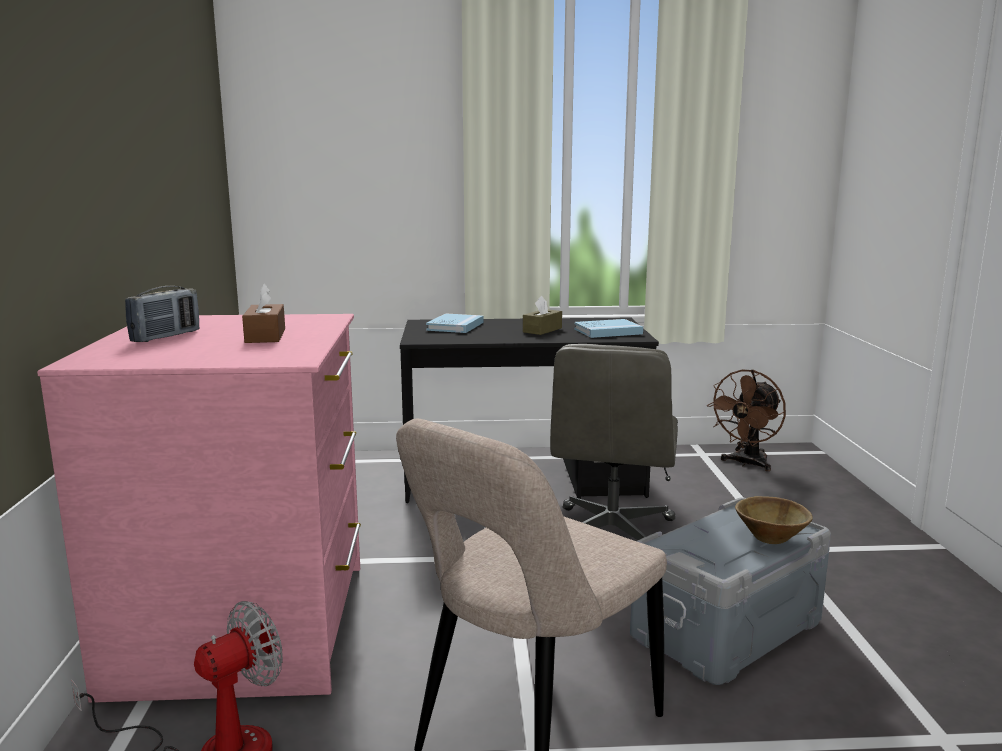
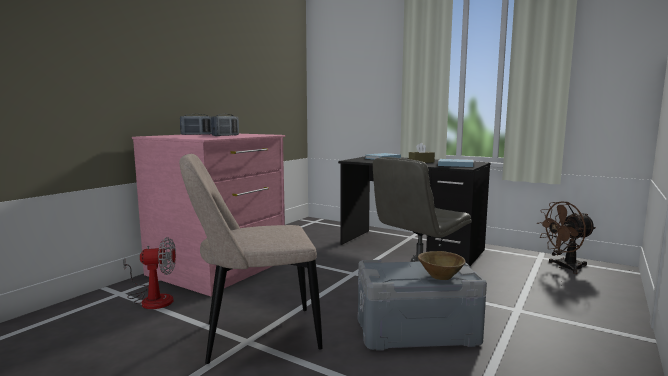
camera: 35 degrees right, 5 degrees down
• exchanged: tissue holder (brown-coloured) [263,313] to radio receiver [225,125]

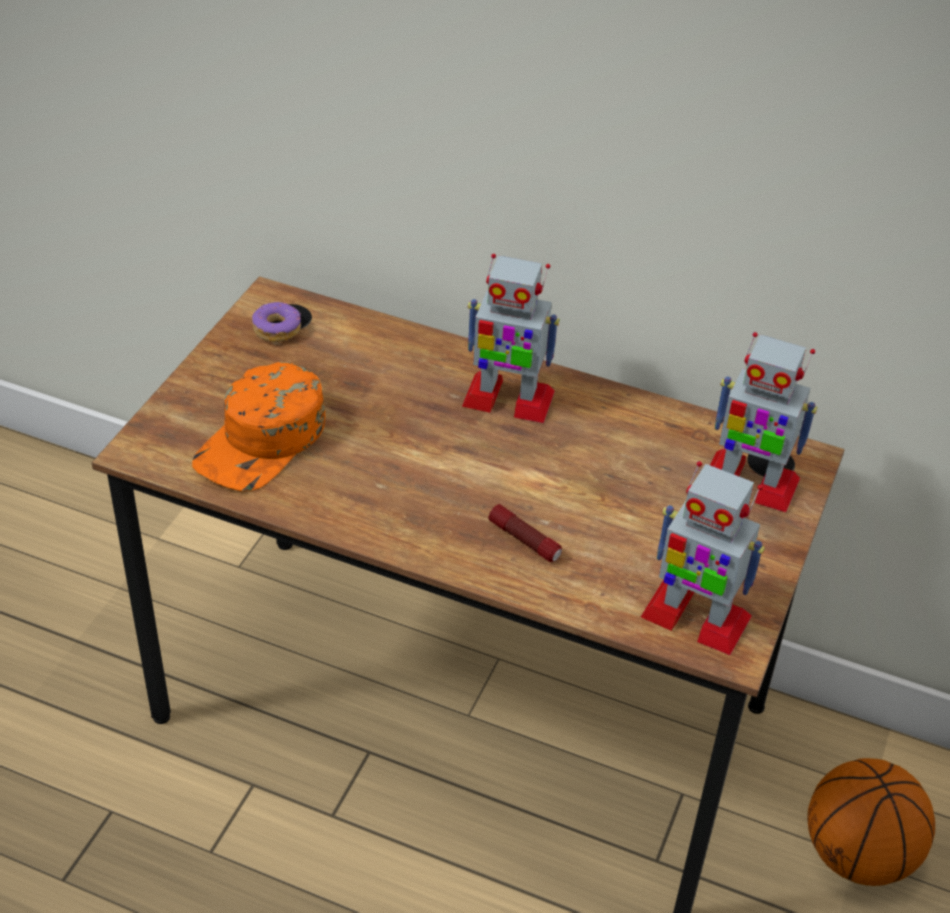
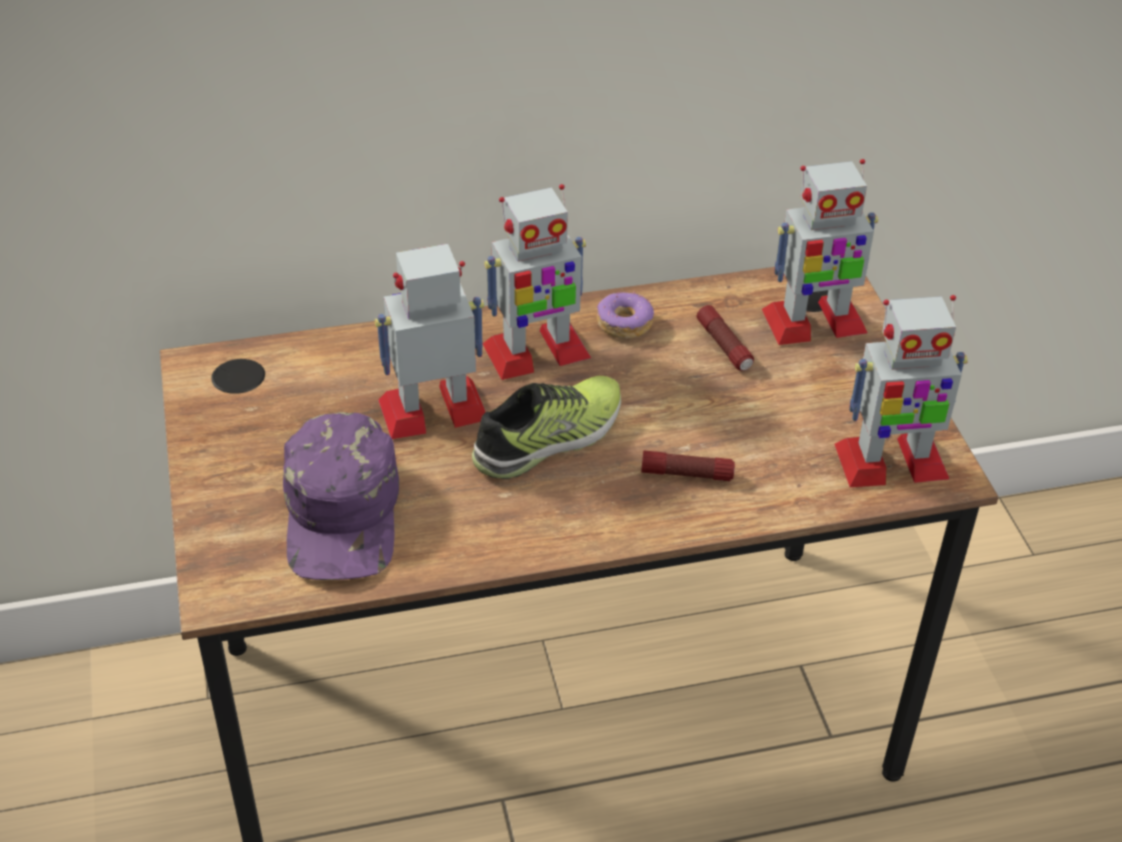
camera: 35 degrees left, 0 degrees up
• relocated: ring doughnut [276,322] to [625,315]
• colour: baseball cap (orangey) [258,426] to baseball cap (purplish) [341,496]
• missing: basketball ball [871,822]
• appeared: model robot [430,341]
• appeared: hand torch [725,338]
• appeared: item of footwear [546,427]

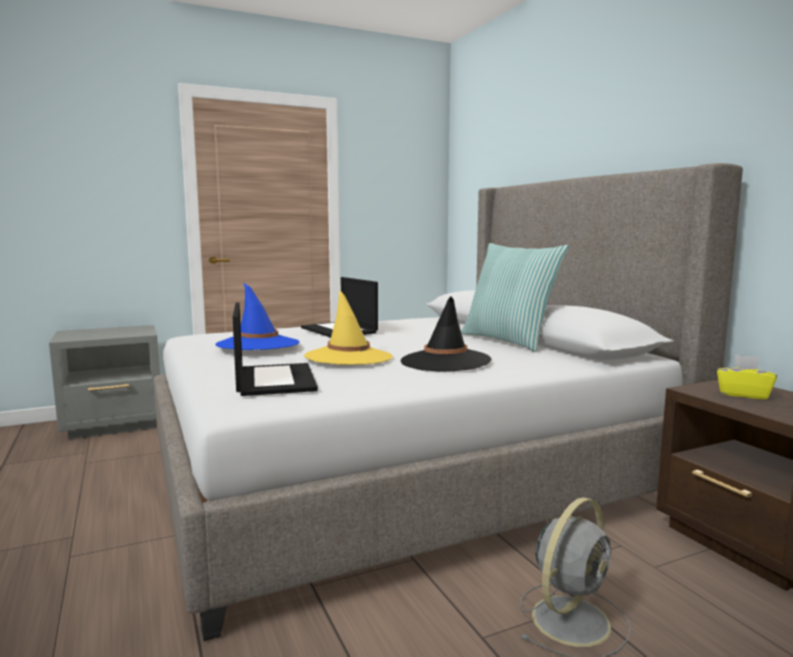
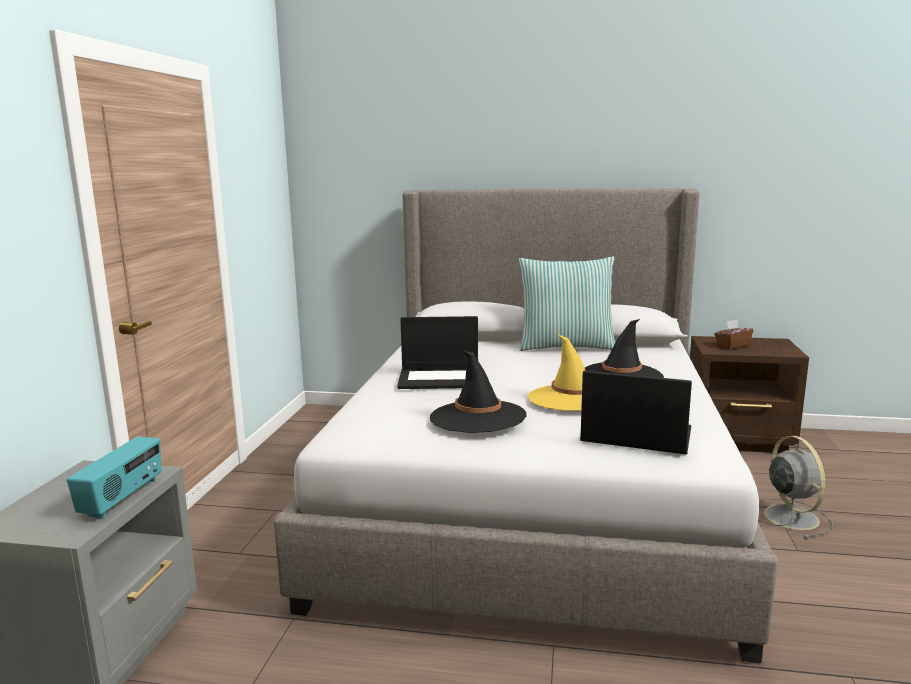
camera: 55 degrees left, 5 degrees up
• colour: clothing hat (bluish) [257,316] to clothing hat (black) [478,391]
• colour: tissue holder (yellowish) [747,377] to tissue holder (brown-coloured) [733,334]
• appeared: radio receiver [114,478]

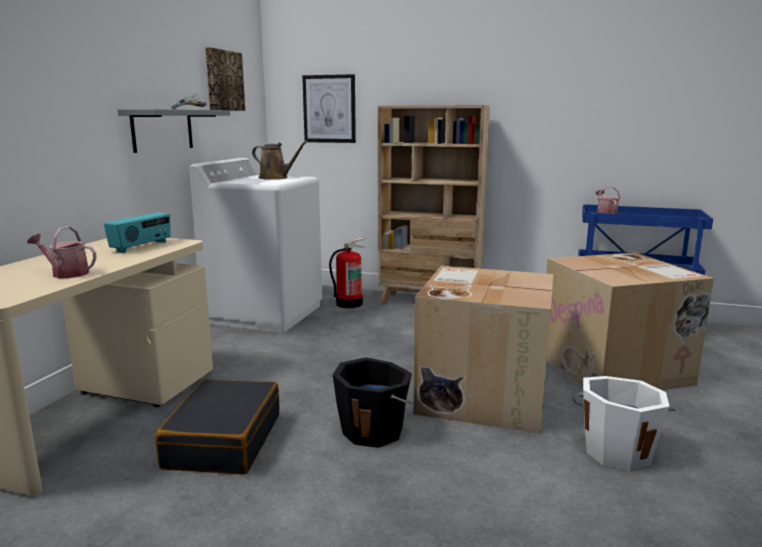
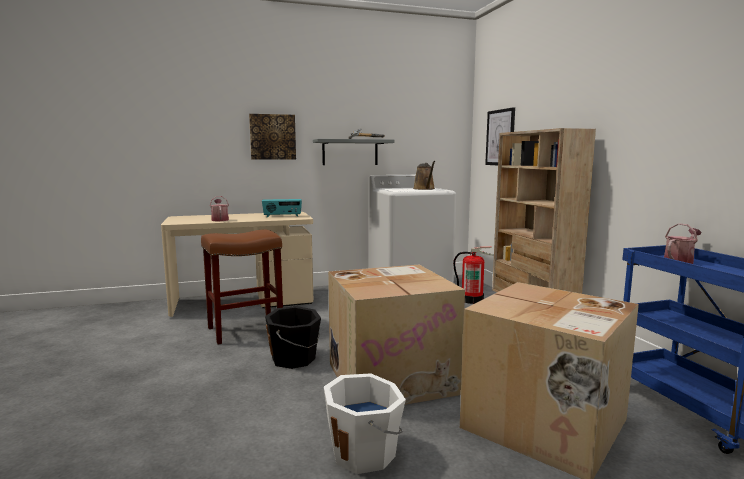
camera: 55 degrees right, 5 degrees down
• relocated: wall art [225,79] to [272,137]
• exchanged: piece of luggage (black) [218,427] to sitting stool (brown-coloured) [242,287]

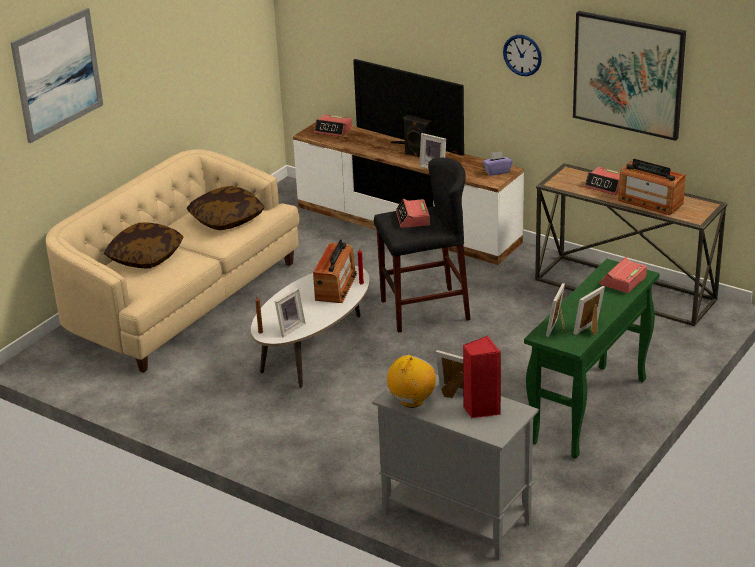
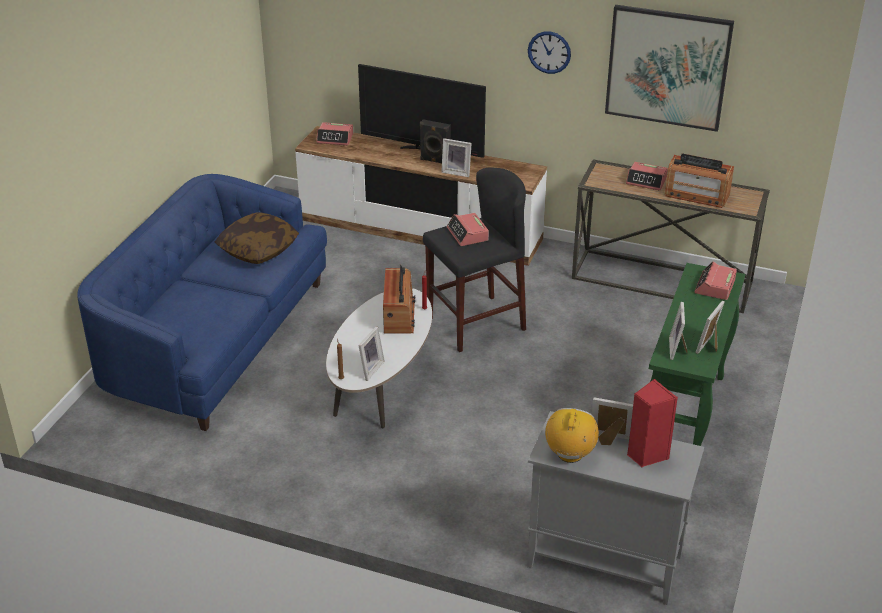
camera: 15 degrees left, 5 degrees up
• missing: wall art [56,75]
• colour: settee (beige) [172,261] to settee (bluish) [202,302]
• missing: tissue holder (purplish) [498,163]
• missing: throw pillow [143,245]

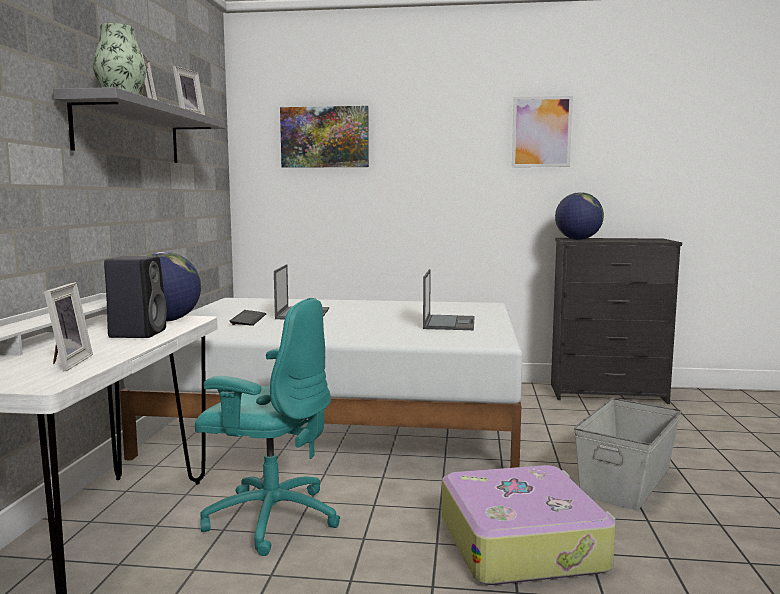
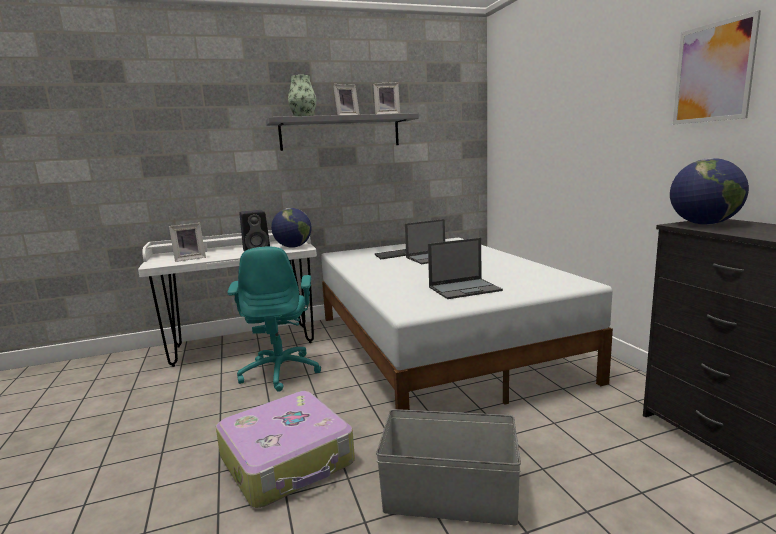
camera: 65 degrees right, 5 degrees up
• missing: wall art [324,137]

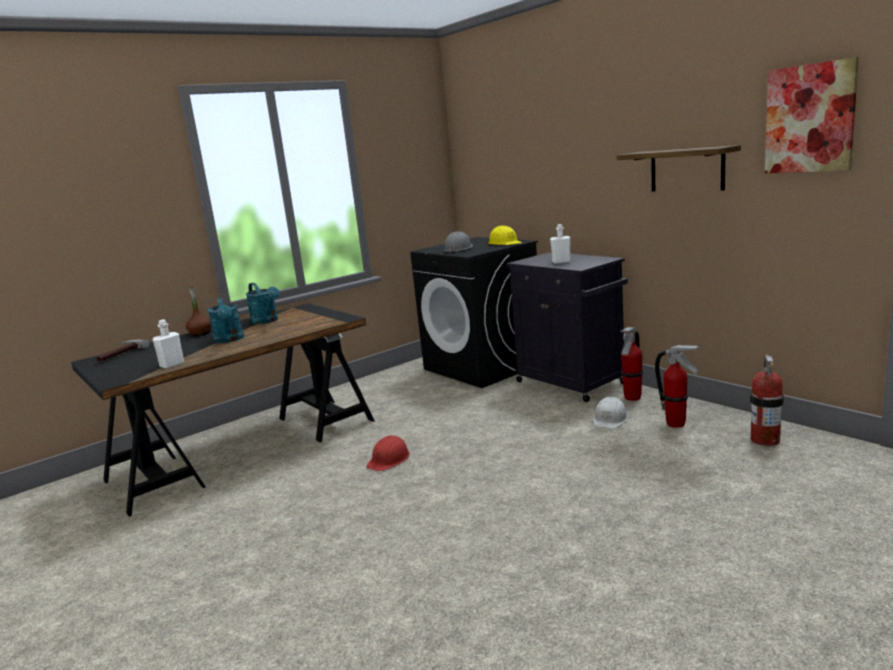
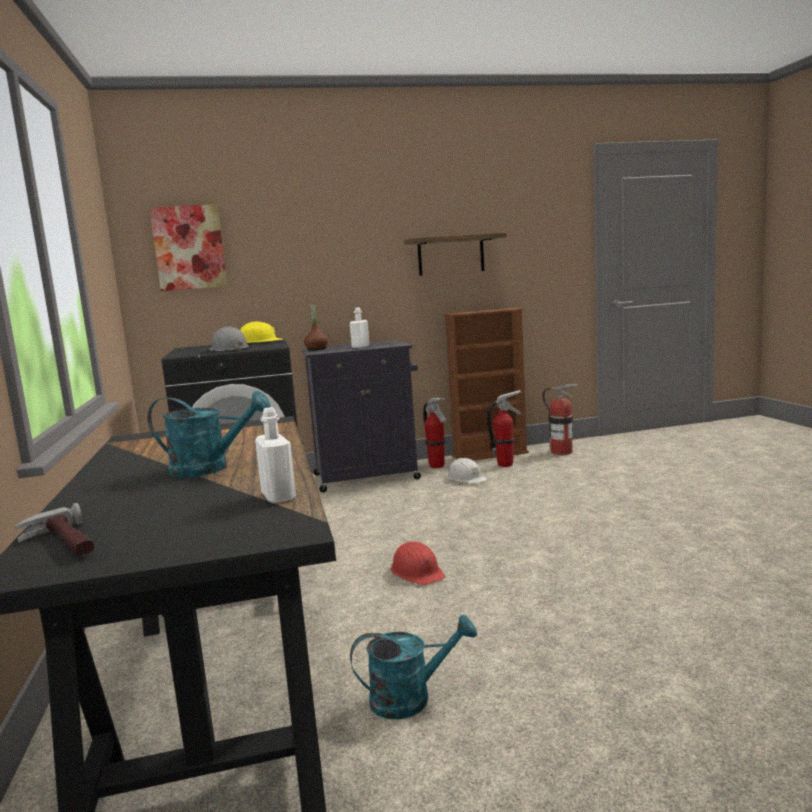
camera: 65 degrees left, 5 degrees down
• relocated: wall art [812,115] to [188,247]
• relocated: watering can (turquoise-coloured) [263,303] to [413,667]
• relocated: beverage bottle (brown-coloured) [198,311] to [316,327]
• appeared: shelving unit (brown-coloured) [486,384]

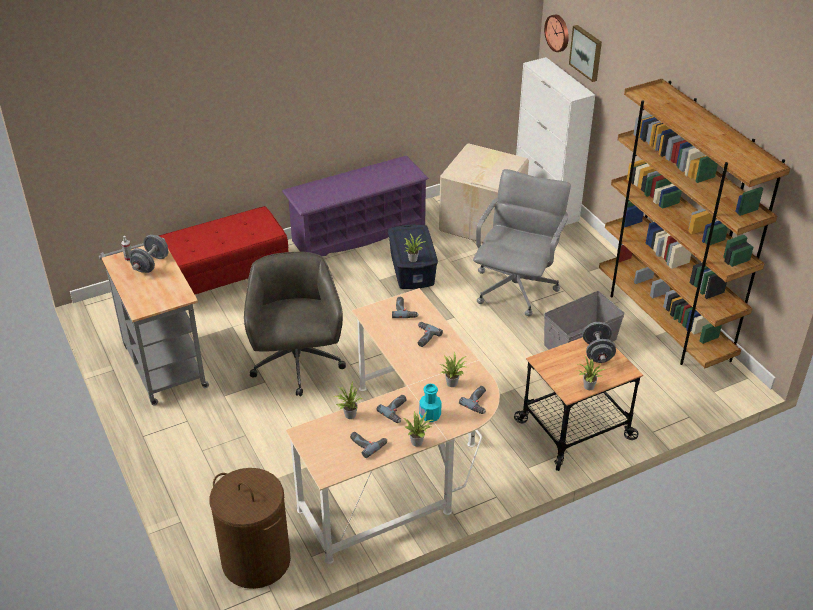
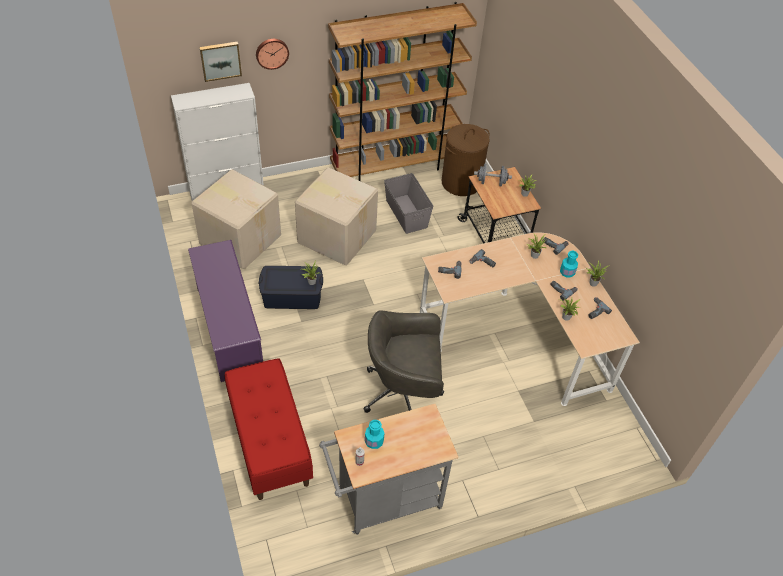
camera: 85 degrees left, 10 degrees up
• relocated: hanging clock [556,33] to [272,54]
• exchanged: office chair (grey) [522,243] to packing box [336,216]
• exchanged: dumbbell (grey) [148,254] to beverage bottle (turquoise-coloured) [374,434]
• relocated: laundry basket (brown-coloured) [250,528] to [466,160]

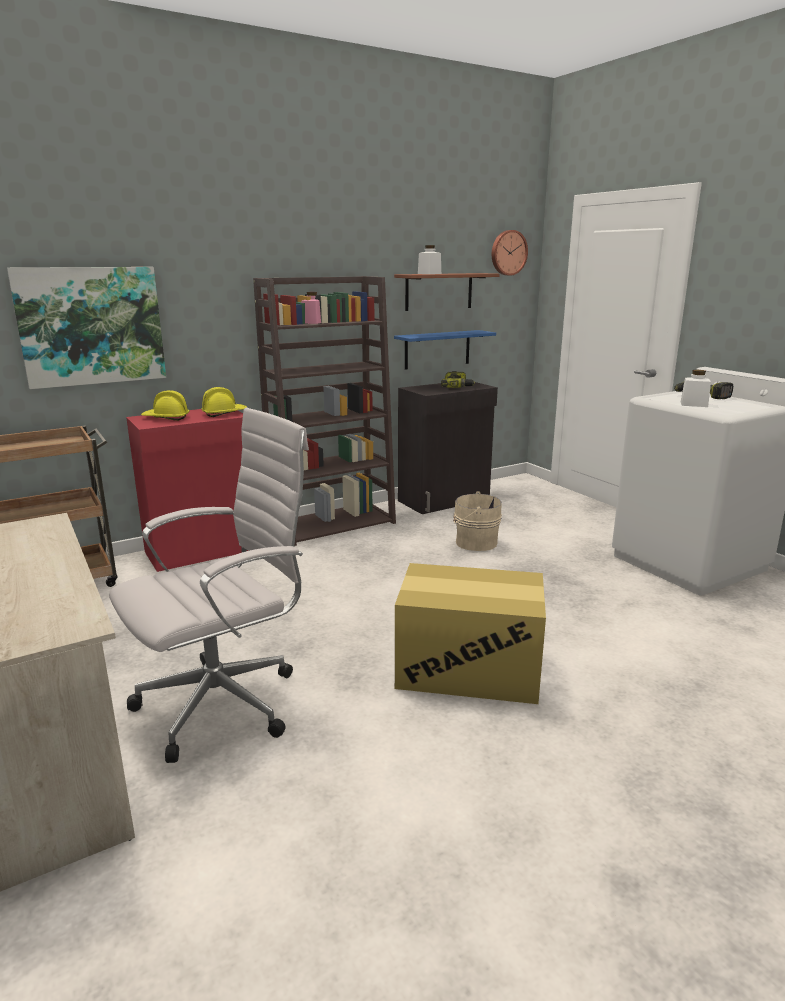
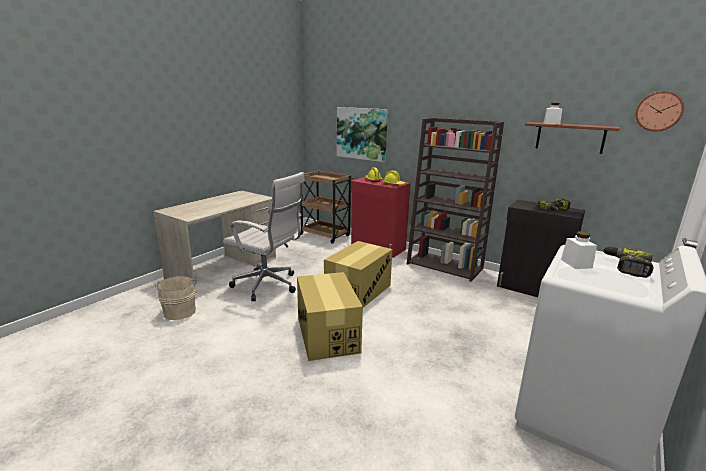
camera: 65 degrees right, 0 degrees up
• missing: bracket shelf (bluish) [445,350]
• relocated: water bucket (beige) [477,521] to [175,298]
• appeared: packing box [358,274]

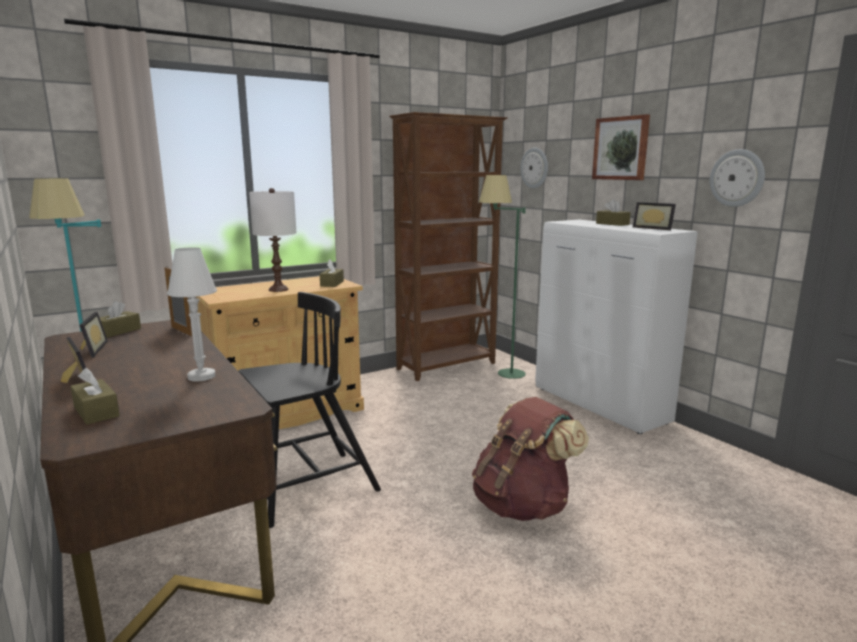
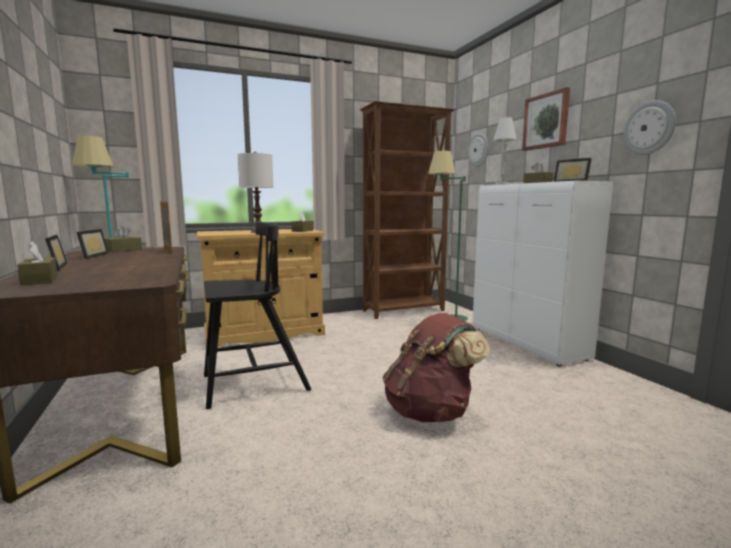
camera: 10 degrees right, 5 degrees down
• relocated: tabletop lamp (white) [192,314] to [505,151]

